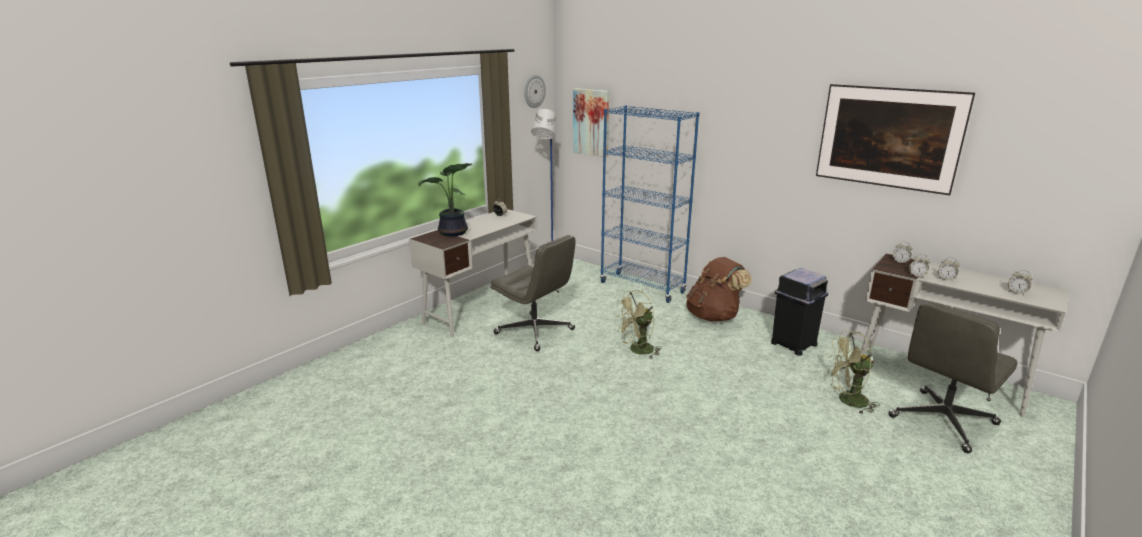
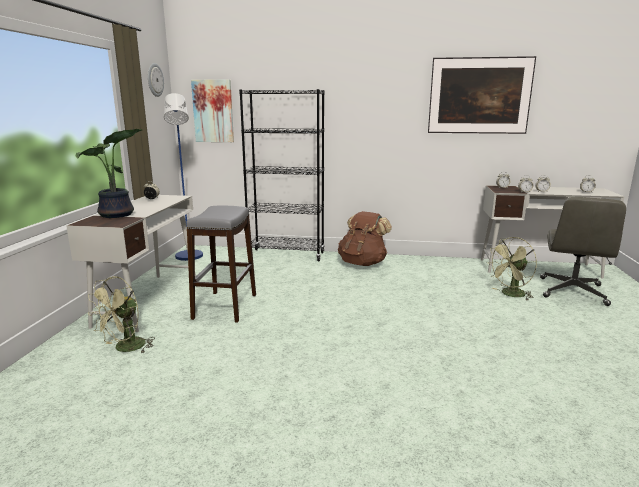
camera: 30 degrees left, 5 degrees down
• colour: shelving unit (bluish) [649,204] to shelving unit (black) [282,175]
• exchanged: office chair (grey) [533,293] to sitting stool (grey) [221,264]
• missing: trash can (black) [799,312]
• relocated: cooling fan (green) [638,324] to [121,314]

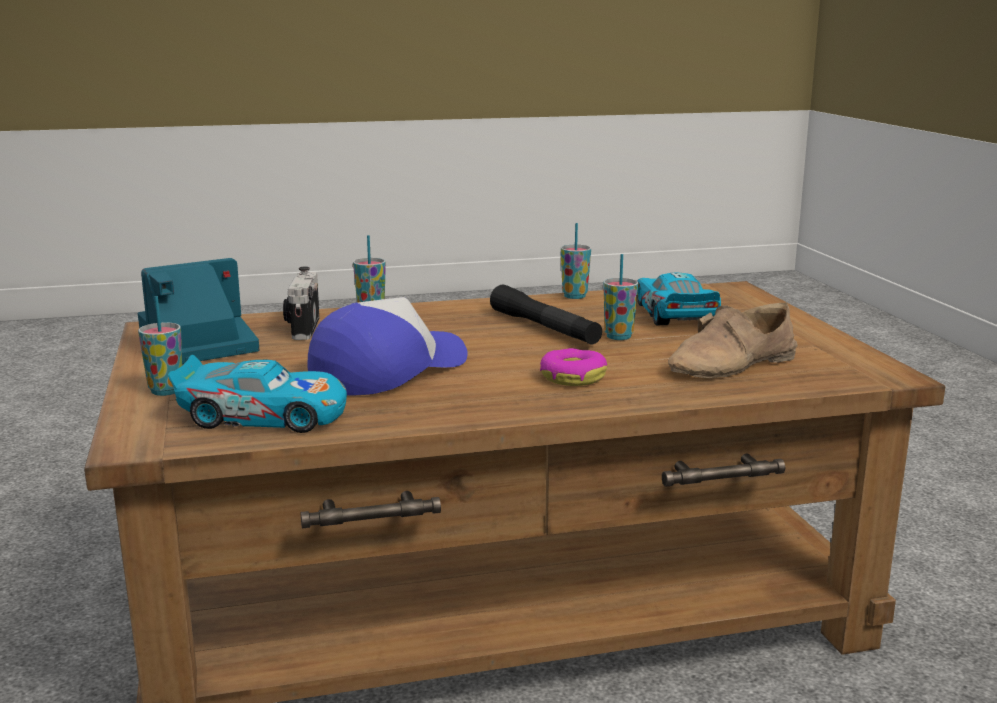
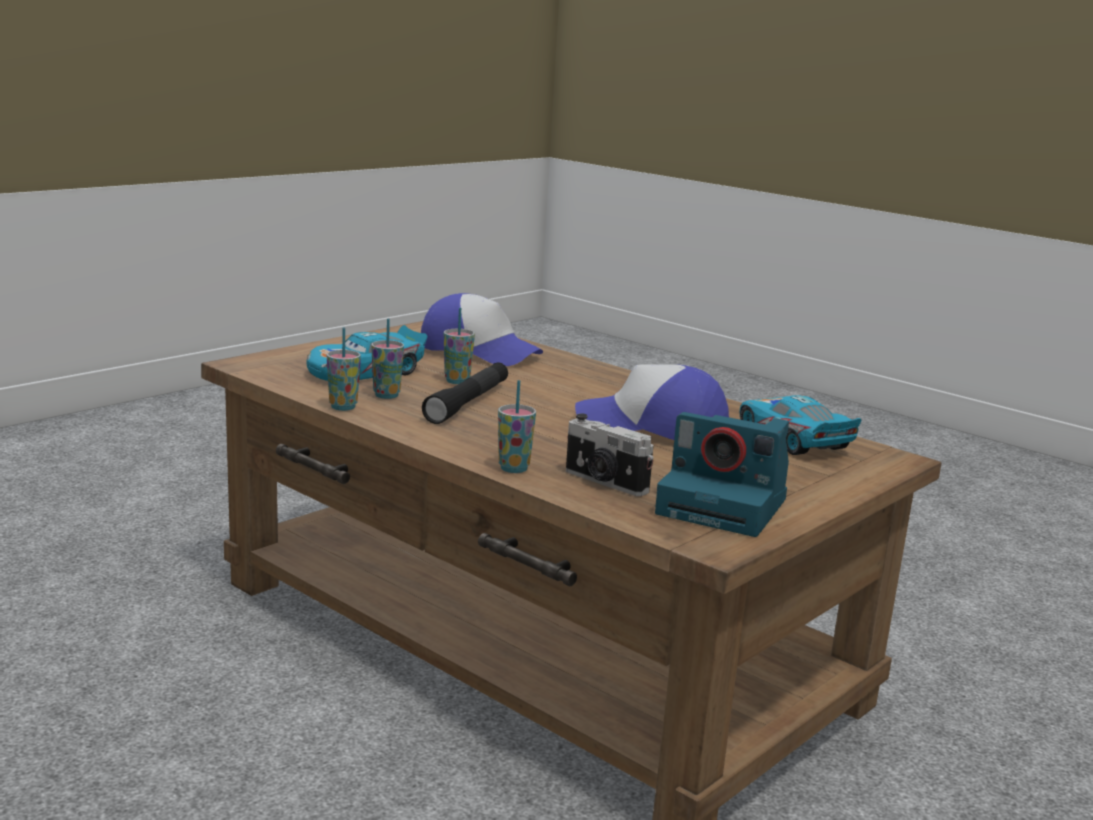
camera: 125 degrees left, 0 degrees up
• spun: still camera [301,303] = [610,454] 75 degrees clockwise
• relocated: small cup [160,346] to [387,359]
• exchanged: item of footwear (beige) [733,340] to baseball cap [482,329]
• missing: ring doughnut [573,367]

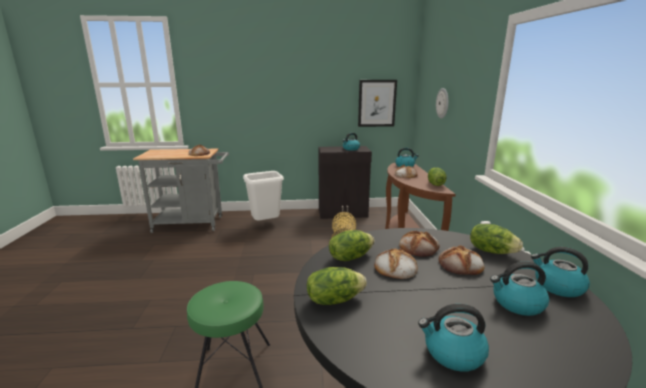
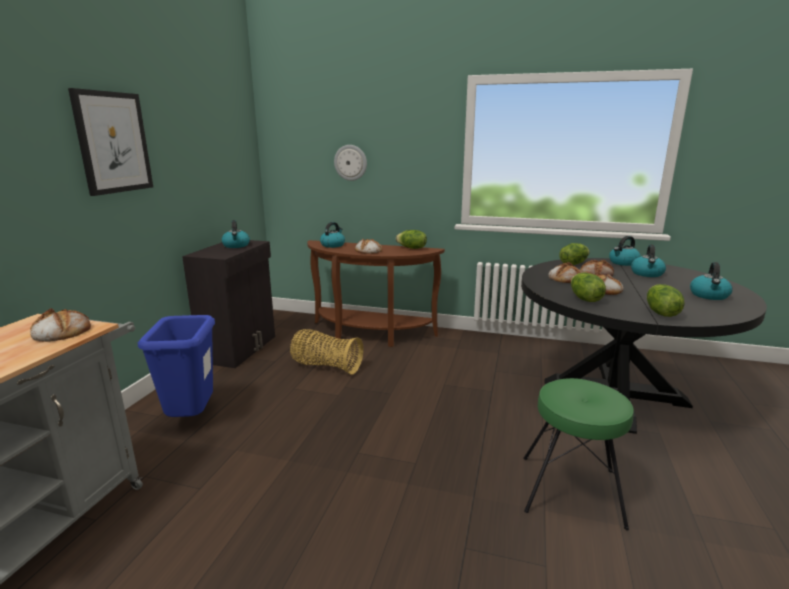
camera: 70 degrees left, 0 degrees up
• relocated: wall art [377,103] to [110,142]
• colour: trash can (white) [263,196] to trash can (bluish) [176,366]

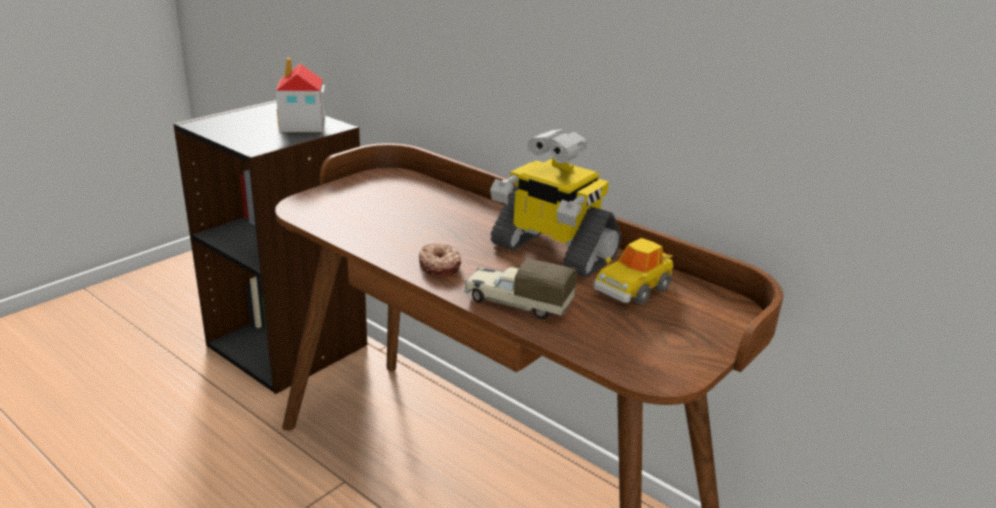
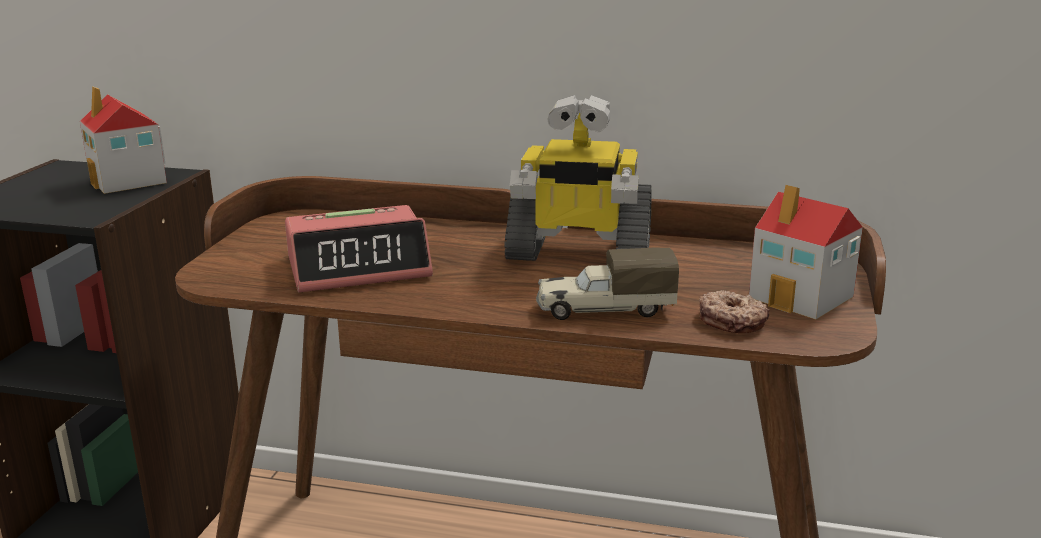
camera: 25 degrees left, 5 degrees down
• missing: toy car [633,271]
• relocated: ring doughnut [440,260] to [734,311]
• appeared: toy house [806,252]
• appeared: table clock [359,248]

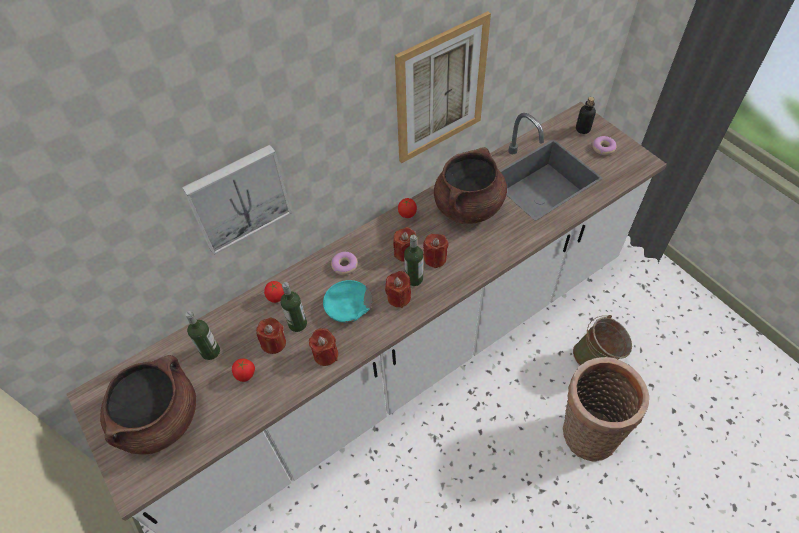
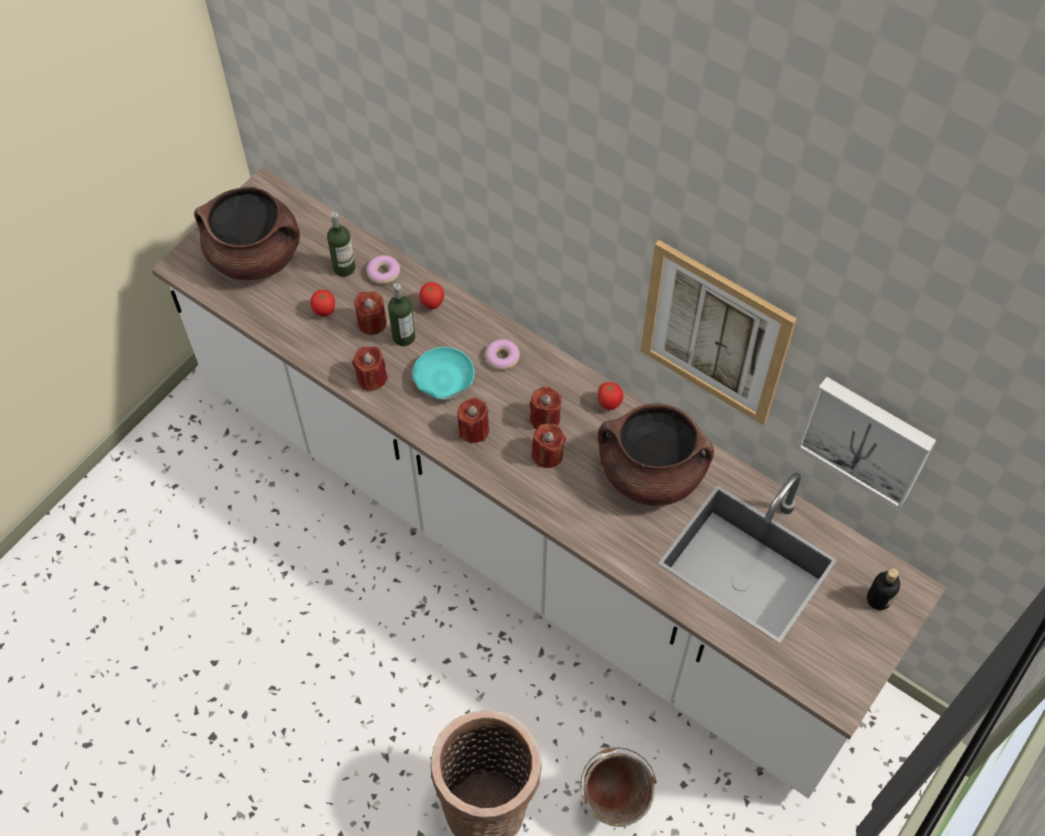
camera: 70 degrees right, 5 degrees up
• relocated: ring doughnut [604,145] to [383,270]
• relocated: wall art [237,200] to [867,443]
• missing: beverage bottle [413,260]

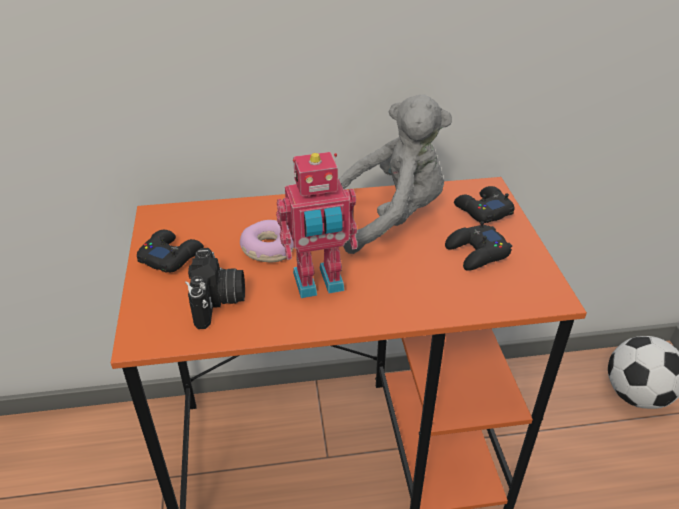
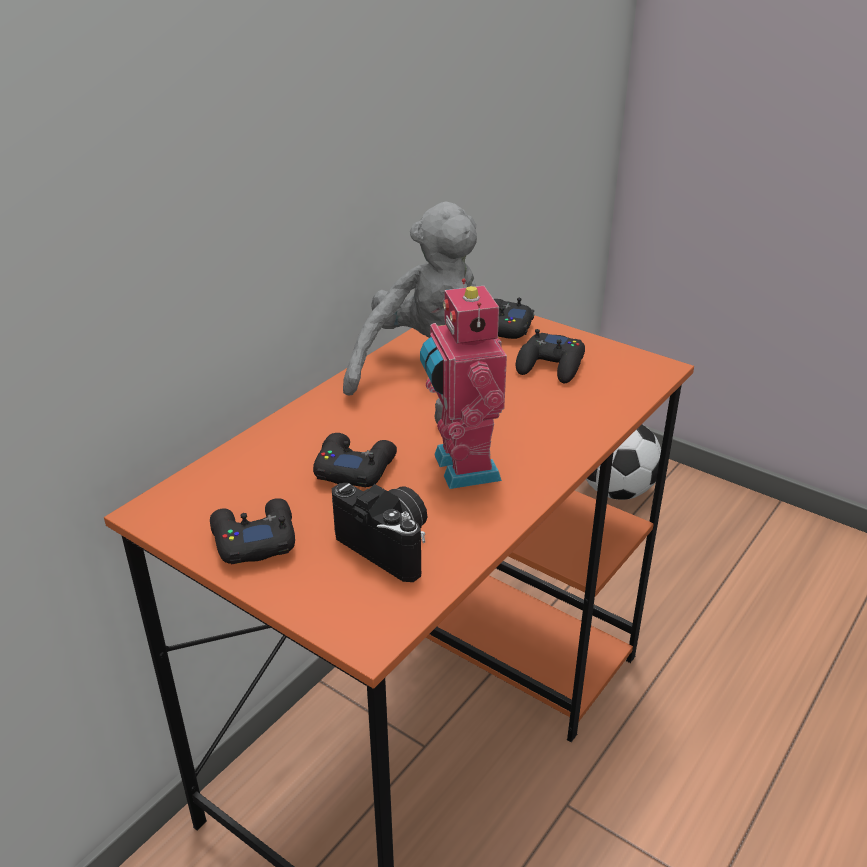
camera: 45 degrees left, 5 degrees down
• spun: model robot [316,225] = [463,384] 135 degrees clockwise
• exchanged: ring doughnut [267,241] to game controller (black) [355,460]

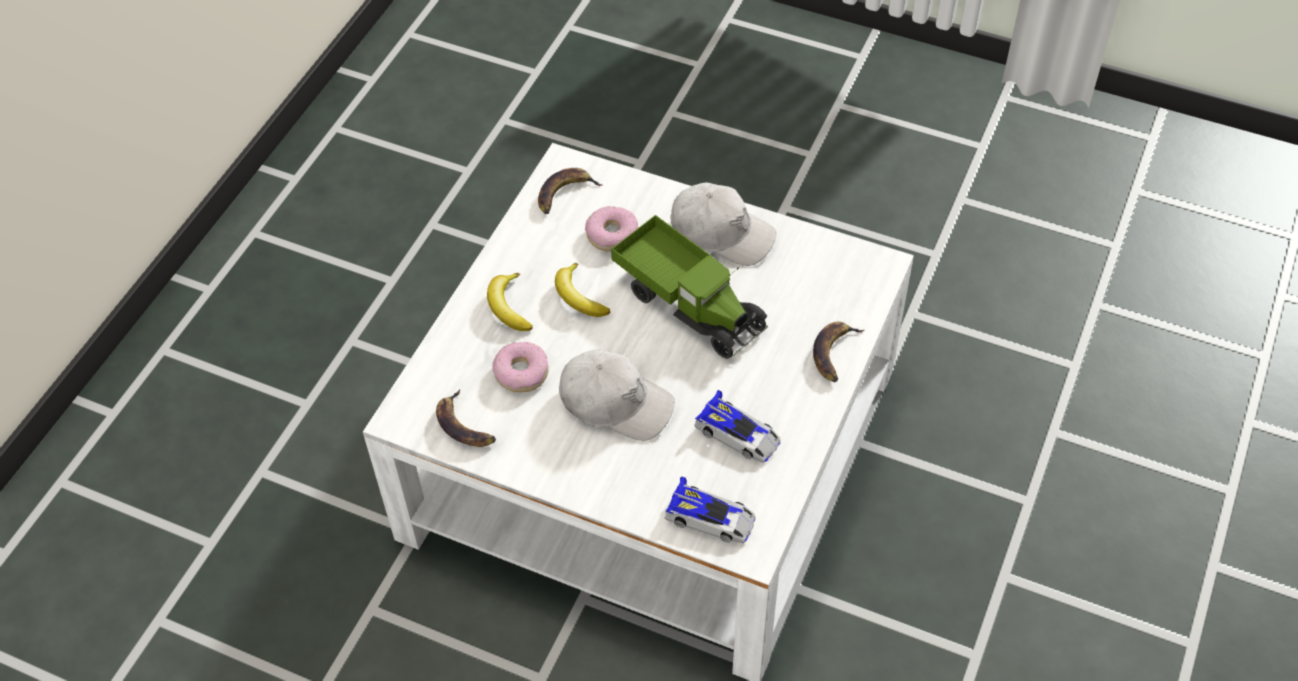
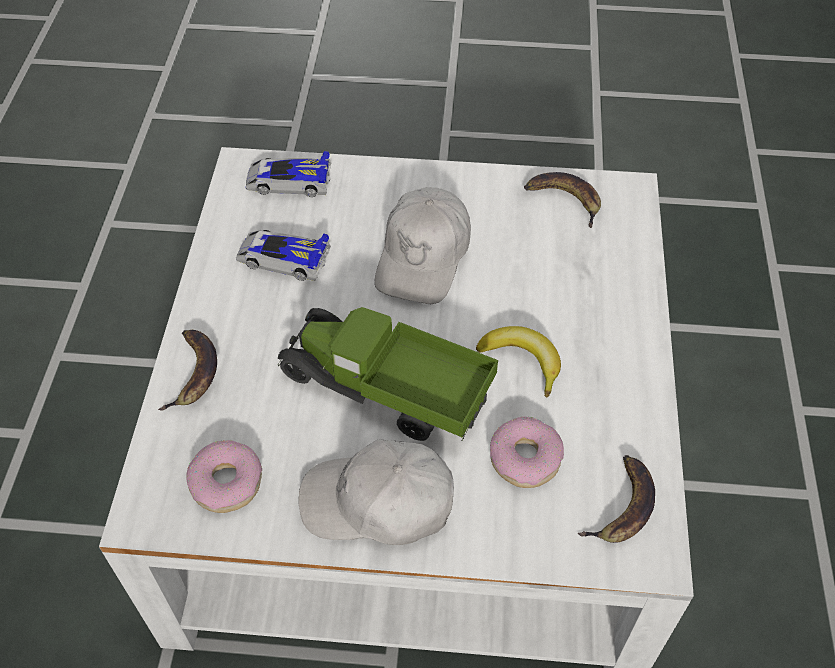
camera: 160 degrees right, 0 degrees up
• missing: banana [510,302]
• relocated: ring doughnut [521,367] to [224,476]
• spun: baseball cap (white) [617,395] = [423,245] 75 degrees counterclockwise

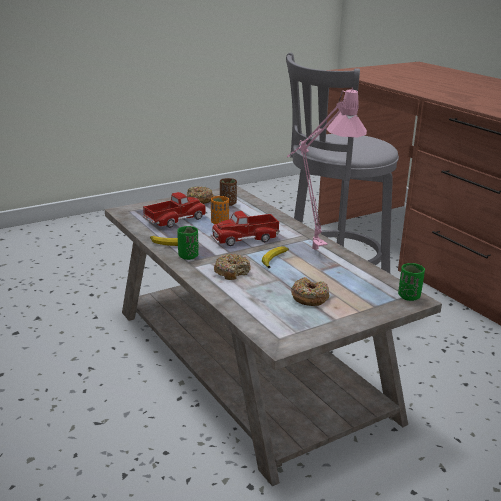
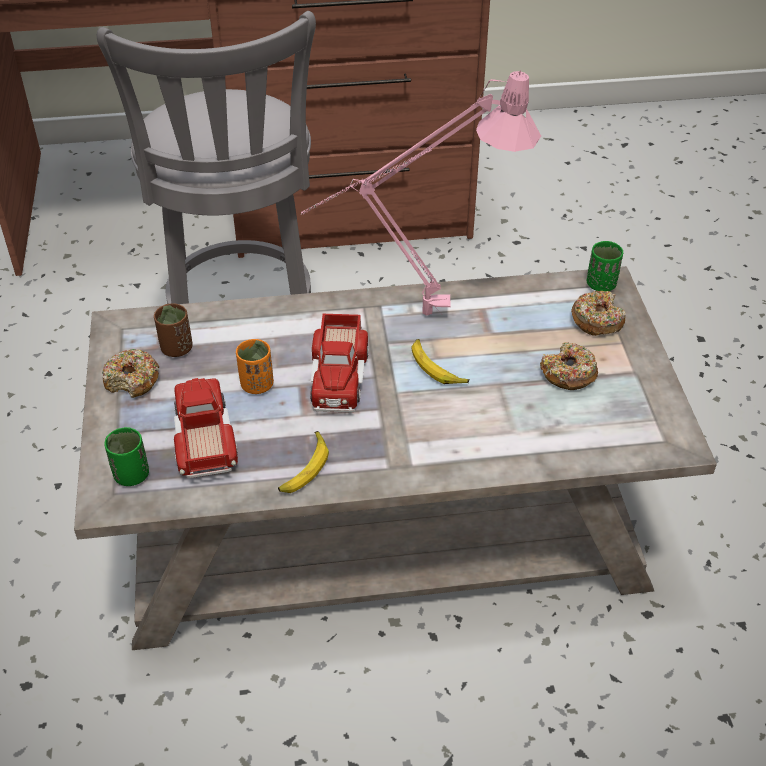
camera: 65 degrees left, 20 degrees up
• relocated: small cup (green) [187,243] to [126,456]
• relocated: ring doughnut [232,267] to [598,313]

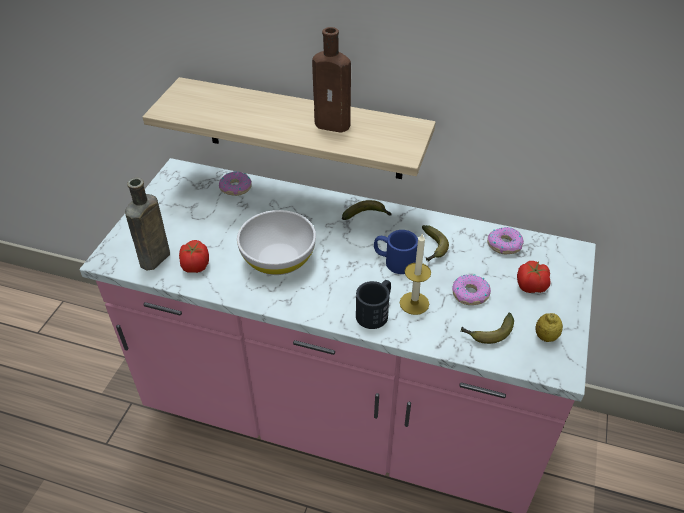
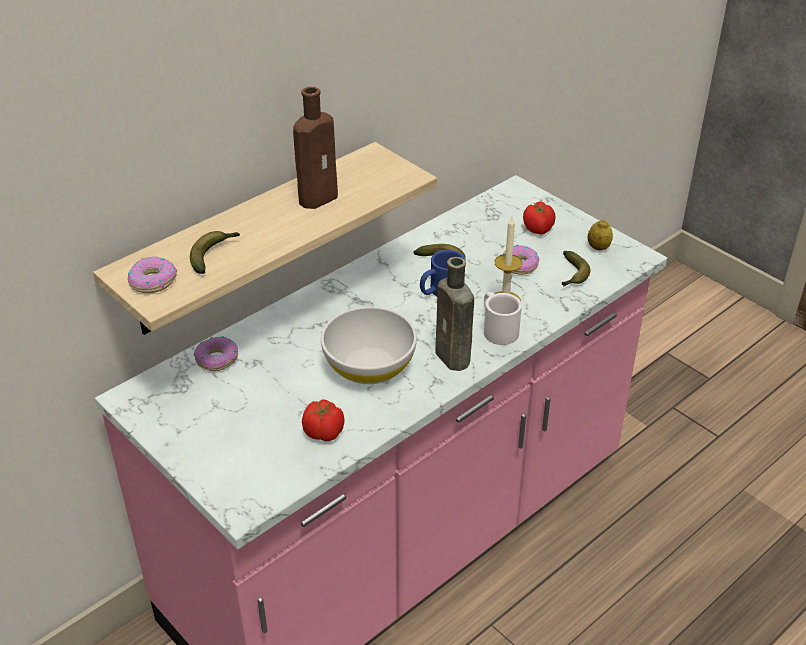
camera: 60 degrees left, 5 degrees down
• relocated: beverage bottle (brown-coloured) [147,224] to [454,314]
• relocated: banana [366,210] to [215,252]
• relocated: ring doughnut [505,240] to [152,274]
• colour: coffee mug (black) [373,304] to coffee mug (white) [503,318]

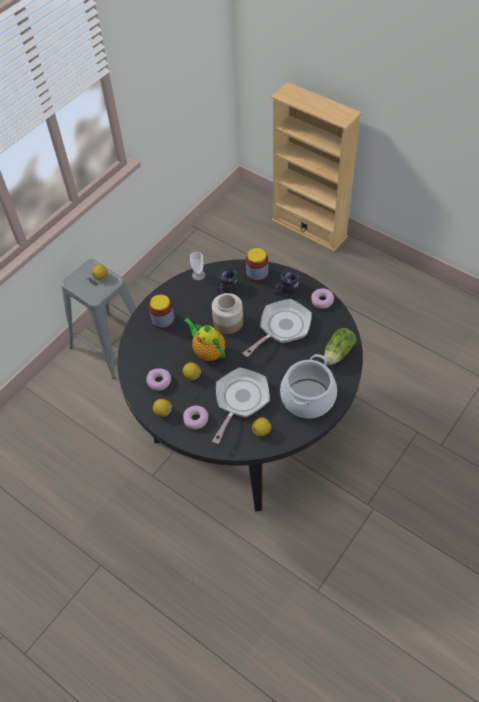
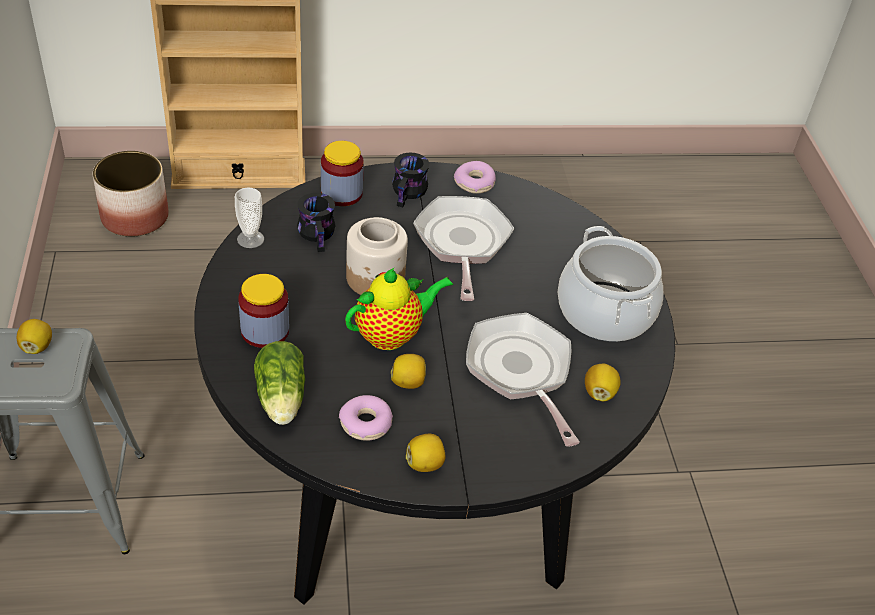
camera: 50 degrees left, 10 degrees down
• spun: tea pot [204,339] = [399,309] 150 degrees clockwise
• relocated: lettuce [340,346] to [279,383]
• missing: ring doughnut [196,417]
• appeared: flower pot [130,194]

